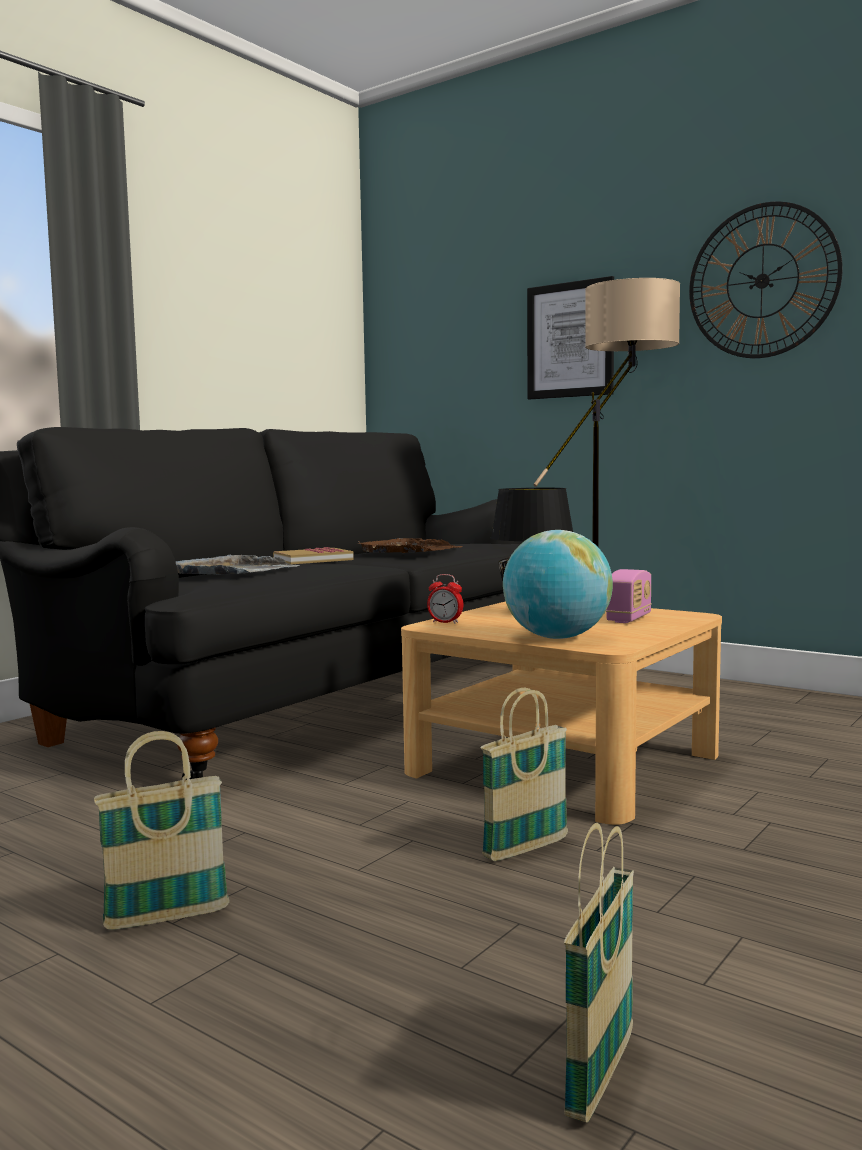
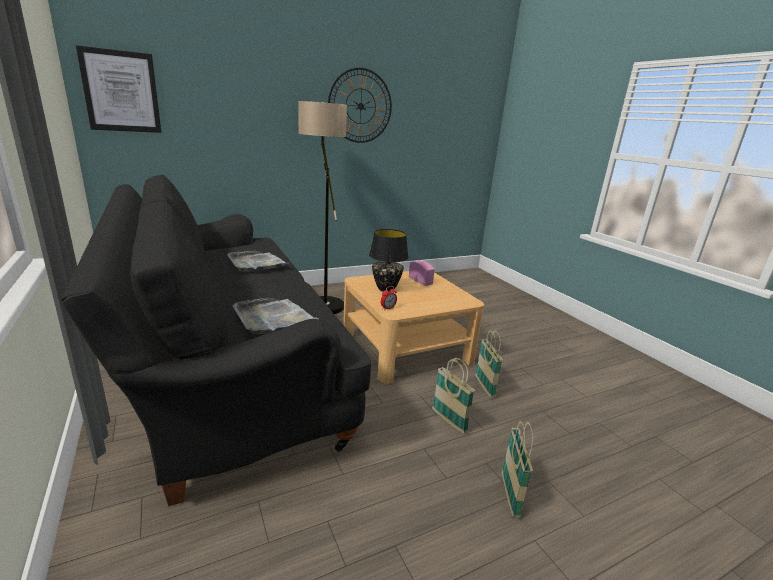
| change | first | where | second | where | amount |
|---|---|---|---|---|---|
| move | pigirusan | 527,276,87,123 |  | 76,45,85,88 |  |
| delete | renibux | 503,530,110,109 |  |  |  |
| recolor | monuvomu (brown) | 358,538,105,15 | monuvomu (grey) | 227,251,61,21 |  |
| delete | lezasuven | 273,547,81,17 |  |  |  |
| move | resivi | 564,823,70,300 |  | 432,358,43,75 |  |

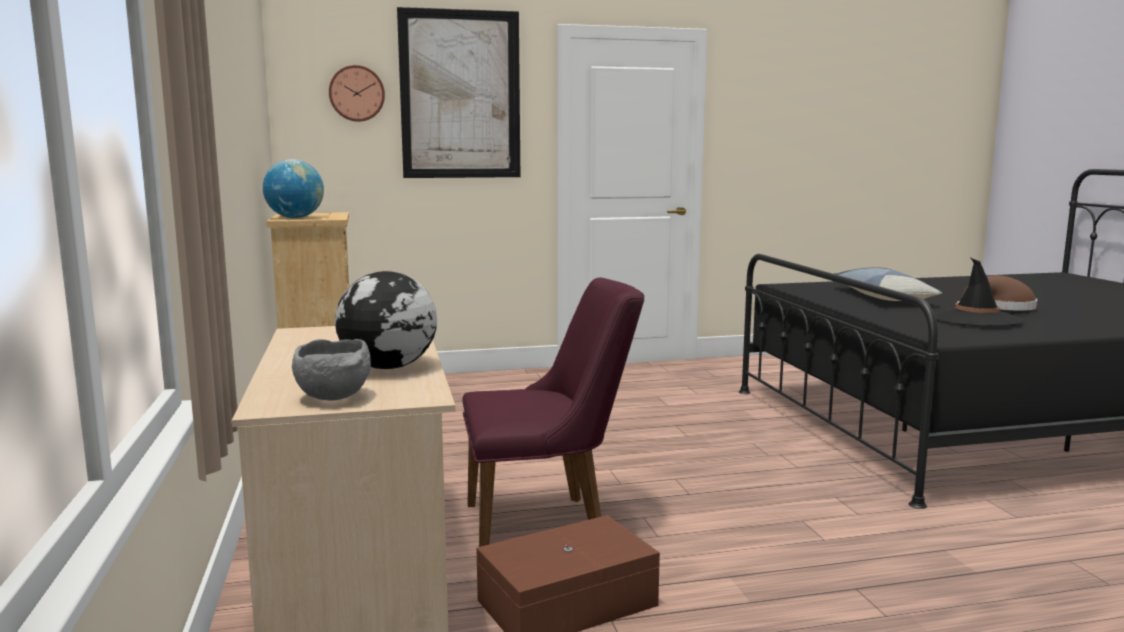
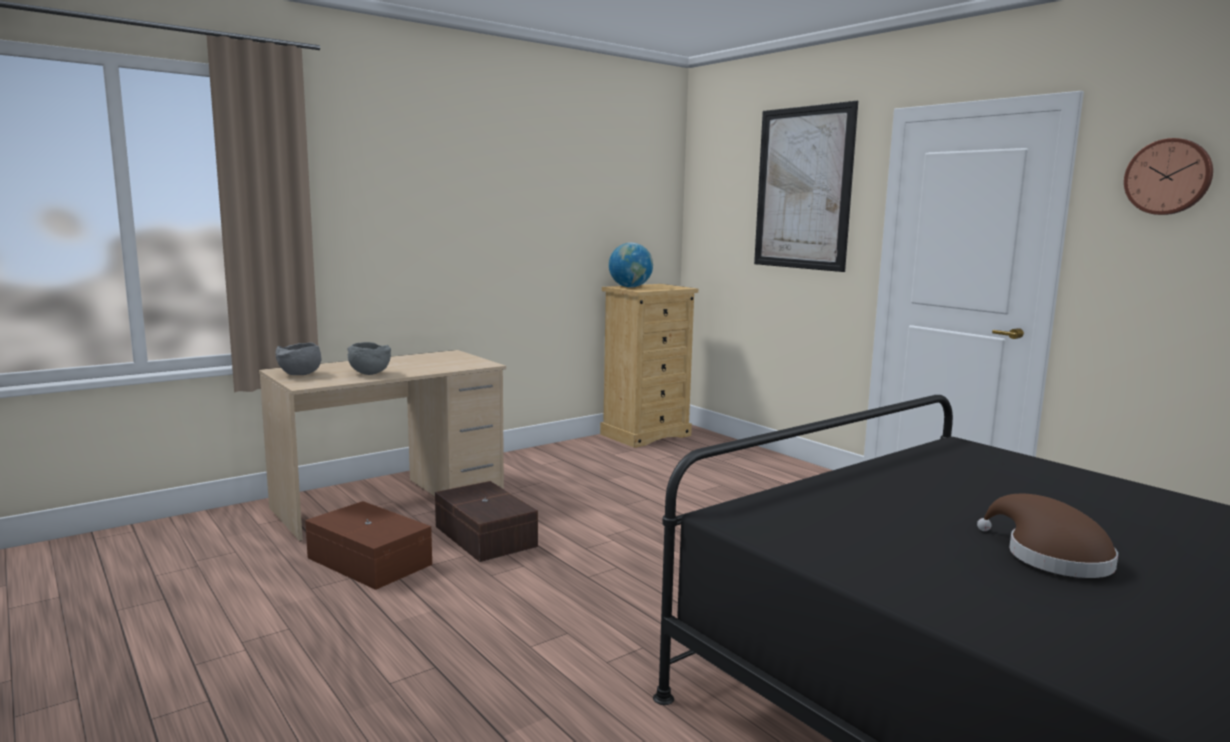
| change | first | where | second | where | amount |
|---|---|---|---|---|---|
| move | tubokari | 329,65,56,57 |  | 1124,138,89,77 |  |
| delete | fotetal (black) | 934,258,90,68 |  |  |  |
| delete | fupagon | 834,267,108,34 |  |  |  |
| replace | renibux | 335,271,102,98 | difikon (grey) | 347,342,44,33 |  |
| replace | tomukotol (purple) | 462,277,182,270 | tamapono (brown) | 435,481,103,81 |  |

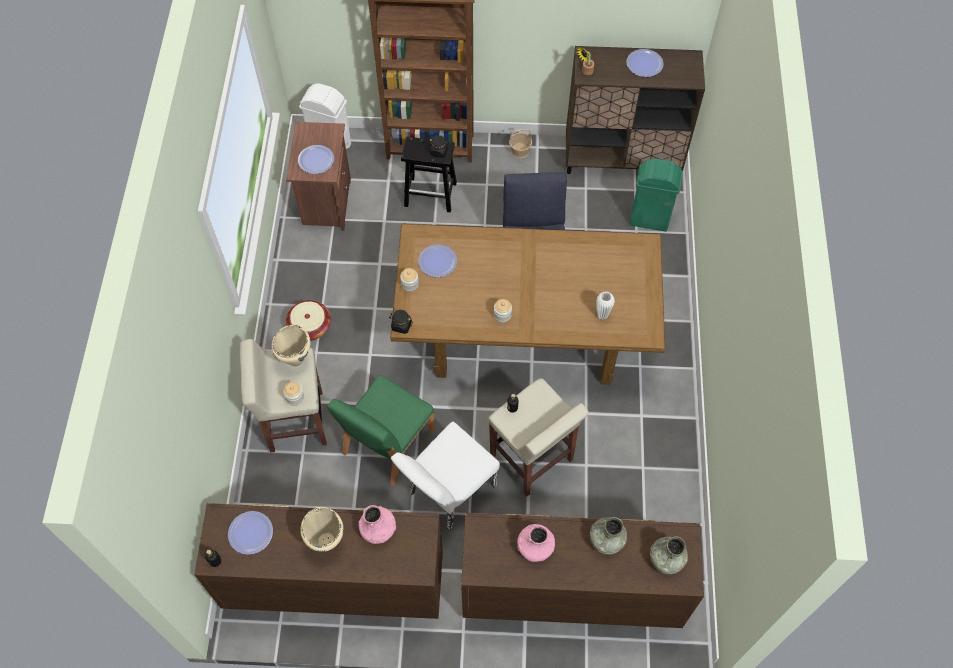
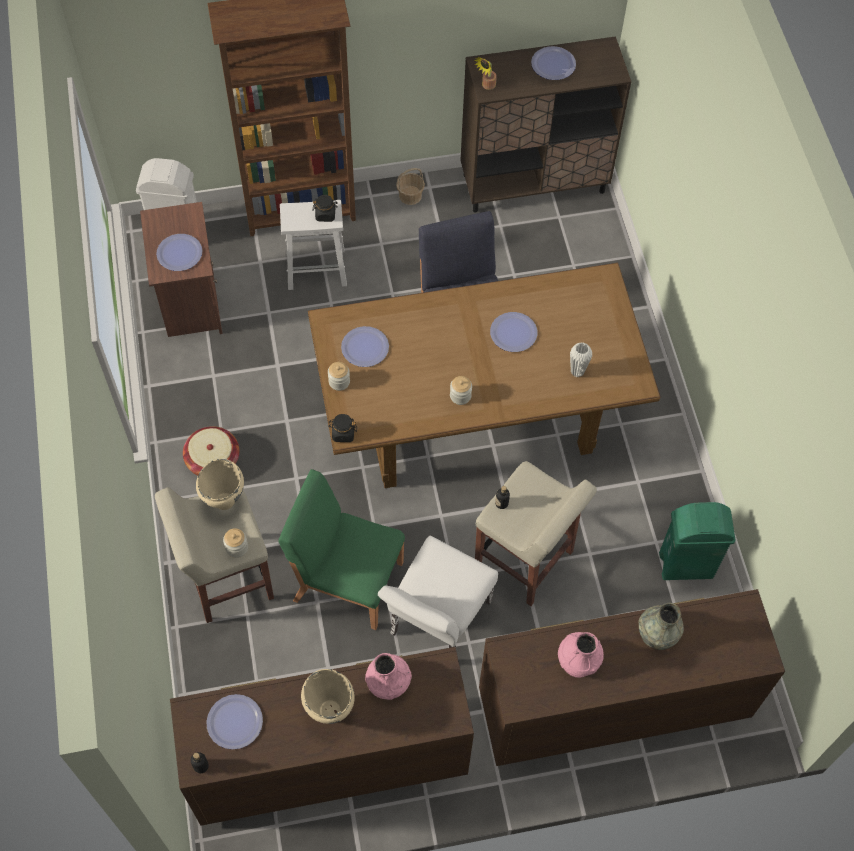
| change | first | where | second | where | amount |
|---|---|---|---|---|---|
| recolor | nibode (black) | 401,137,56,76 | nibode (white) | 280,200,67,90 |  |
| move | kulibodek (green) | 630,159,53,72 |  | 659,502,77,78 |  |
| rotate | tomukotol (green) | 327,375,108,112 |  | 279,469,126,161 | 90 degrees clockwise |
| delete | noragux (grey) | 650,536,38,39 |  |  |  |
| insert |  |  | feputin | 490,312,48,40 |  |

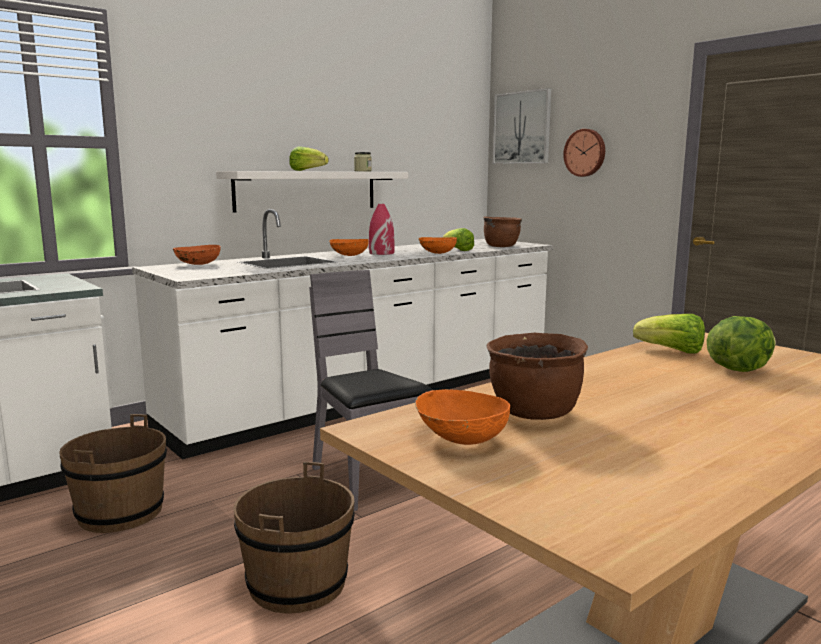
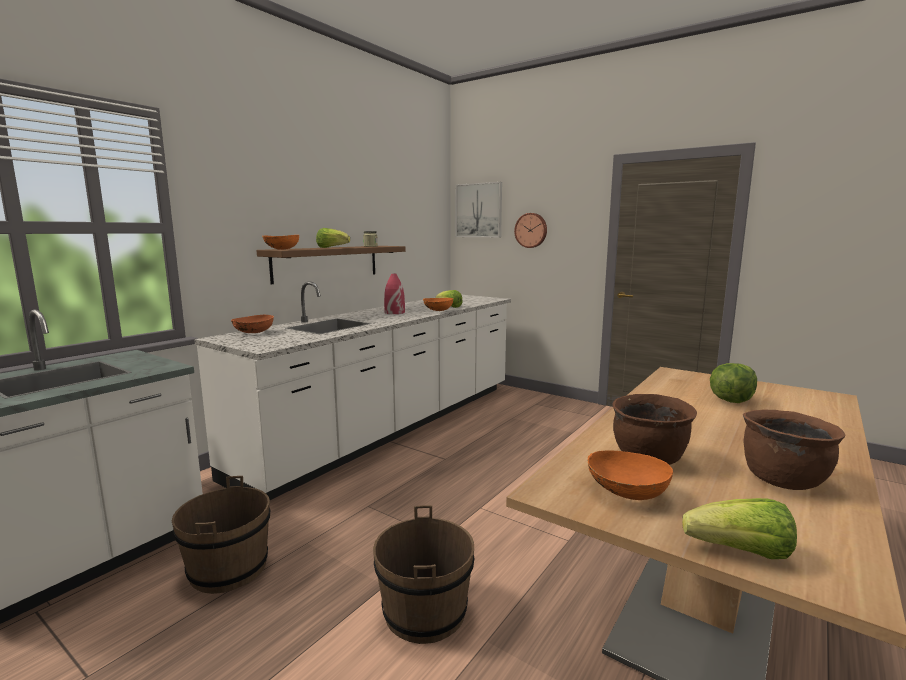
| change | first | where | second | where | amount |
|---|---|---|---|---|---|
| recolor | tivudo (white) | 216,171,192,42 | tivudo (brown) | 257,246,148,38 |  |
| move | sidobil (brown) | 483,217,39,30 |  | 743,410,102,80 |  |
| move | difikon (orange) | 329,239,40,17 |  | 262,235,37,15 |  |
| delete | tomukotol (grey) | 309,270,124,241 |  |  |  |
| move | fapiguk | 633,314,72,40 |  | 682,498,115,61 |  |

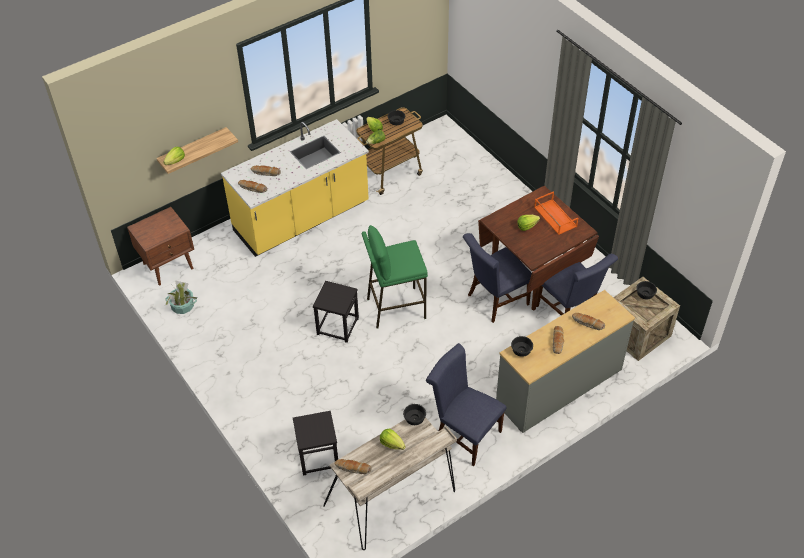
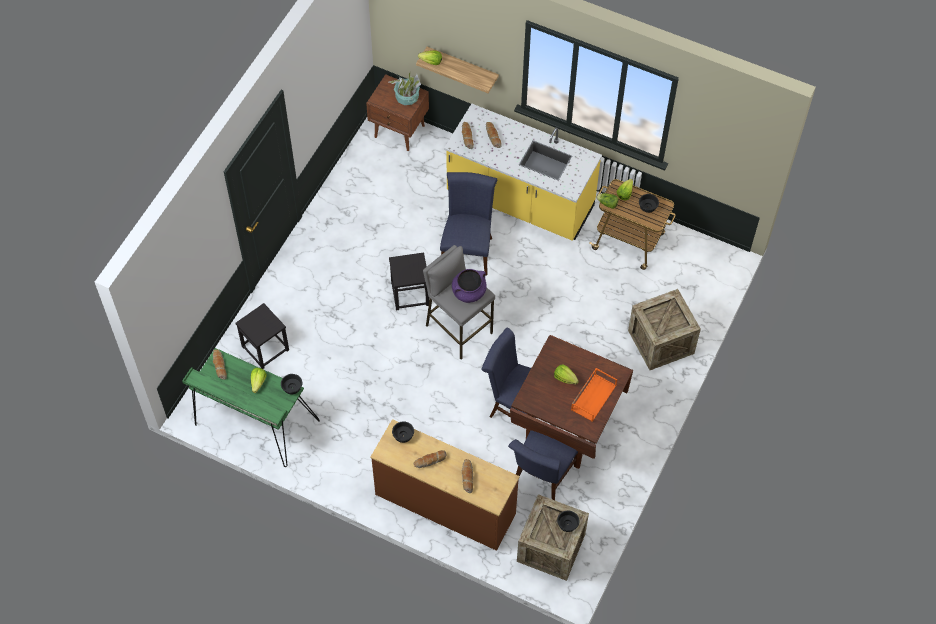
| change | first | where | second | where | amount |
|---|---|---|---|---|---|
| recolor | nibode (green) | 362,225,66,104 | nibode (grey) | 423,245,72,114 |  |
| move | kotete | 165,281,32,33 |  | 389,72,32,33 |  |
| recolor | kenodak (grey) | 496,290,139,143 | kenodak (brown) | 371,419,149,132 |  |
| move | tomukotol (blue) | 426,343,80,123 |  | 440,172,57,104 |  |
| recolor | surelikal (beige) | 323,417,134,133 | surelikal (green) | 182,348,138,119 |  |
| insert |  |  | sidobil (purple) | 452,269,35,34 |  |
| insert |  |  | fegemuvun | 628,289,73,81 |  |

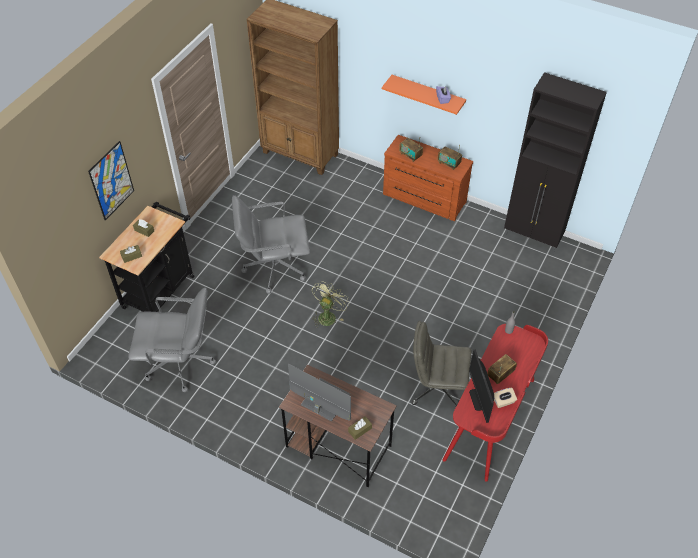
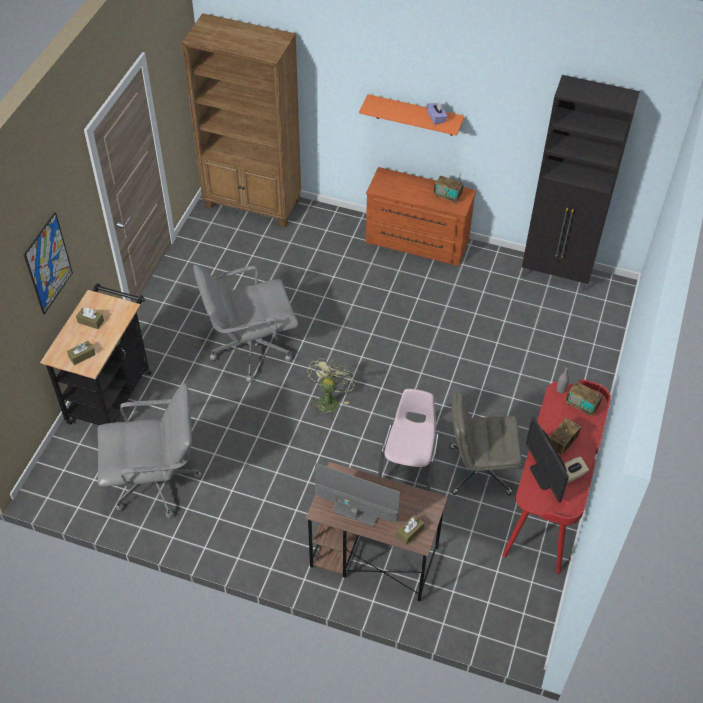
| change | first | where | second | where | amount |
|---|---|---|---|---|---|
| move | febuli | 399,138,24,24 |  | 566,382,37,34 |  |
| insert |  |  | tomukotol (pink) | 378,389,61,102 |  |

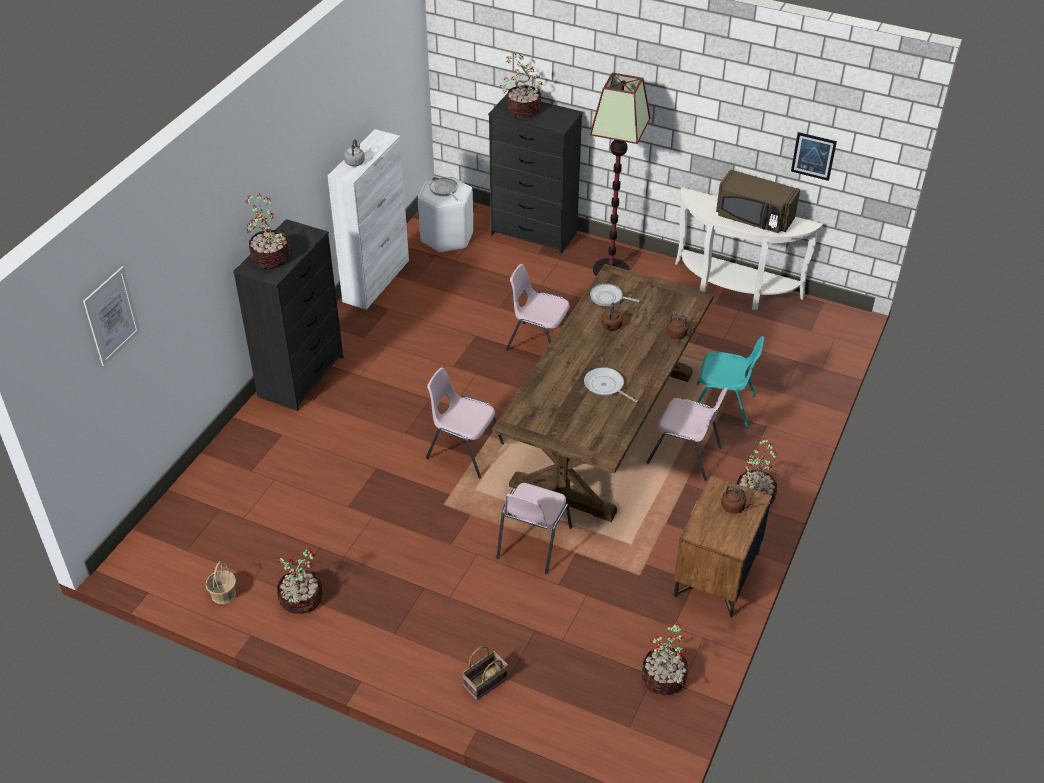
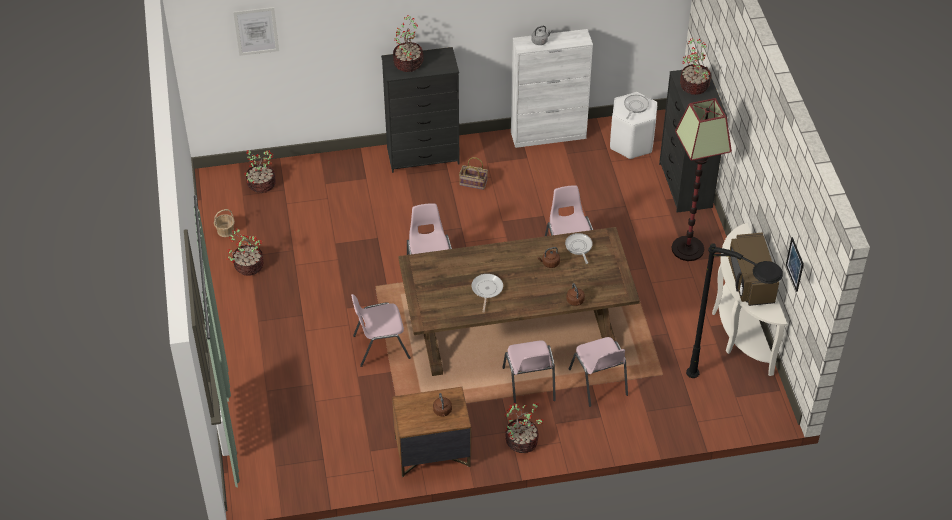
| change | first | where | second | where | amount |
|---|---|---|---|---|---|
| recolor | tomukotol (turquoise) | 697,336,67,92 | tomukotol (pink) | 569,337,59,70 |  |
| move | kotete | 641,621,47,74 |  | 244,150,32,43 |  |
| move | resivi | 462,646,46,54 |  | 459,157,29,33 |  |
| insert |  |  | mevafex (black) | 686,243,97,135 |  |

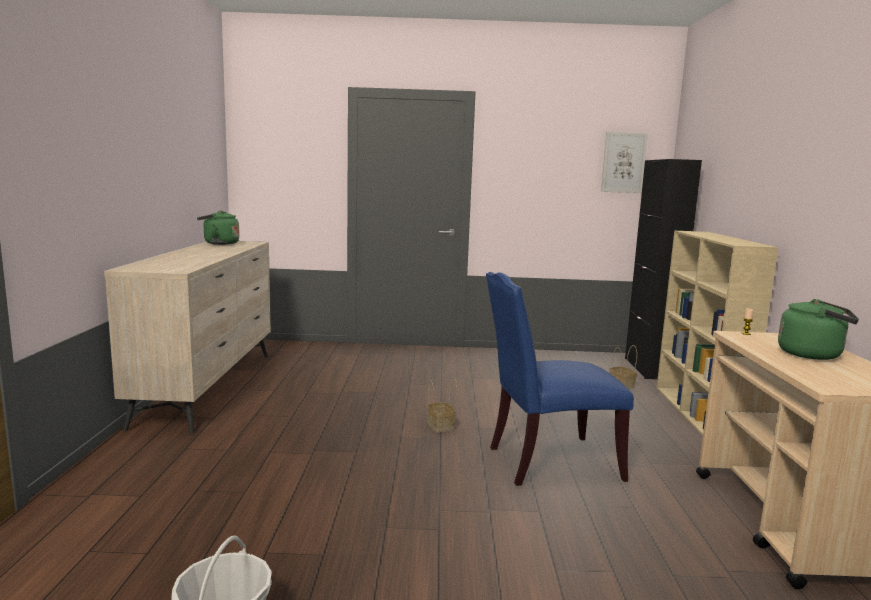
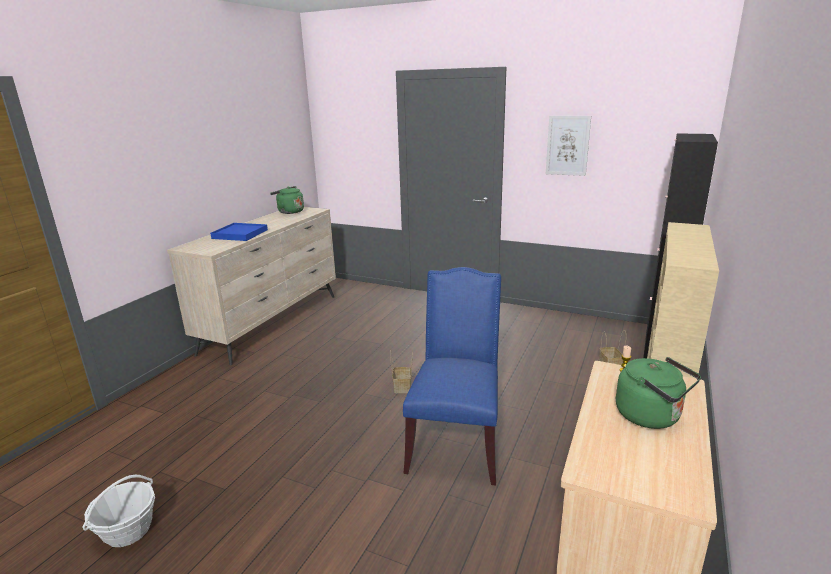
| change | first | where | second | where | amount |
|---|---|---|---|---|---|
| move | pigirusan | 601,132,47,61 |  | 546,116,45,60 |  |
| rotate | tomukotol (blue) | 486,272,148,214 |  | 403,267,98,219 | 90 degrees clockwise |
| insert |  |  | monuvomu (blue) | 210,223,58,18 |  |

